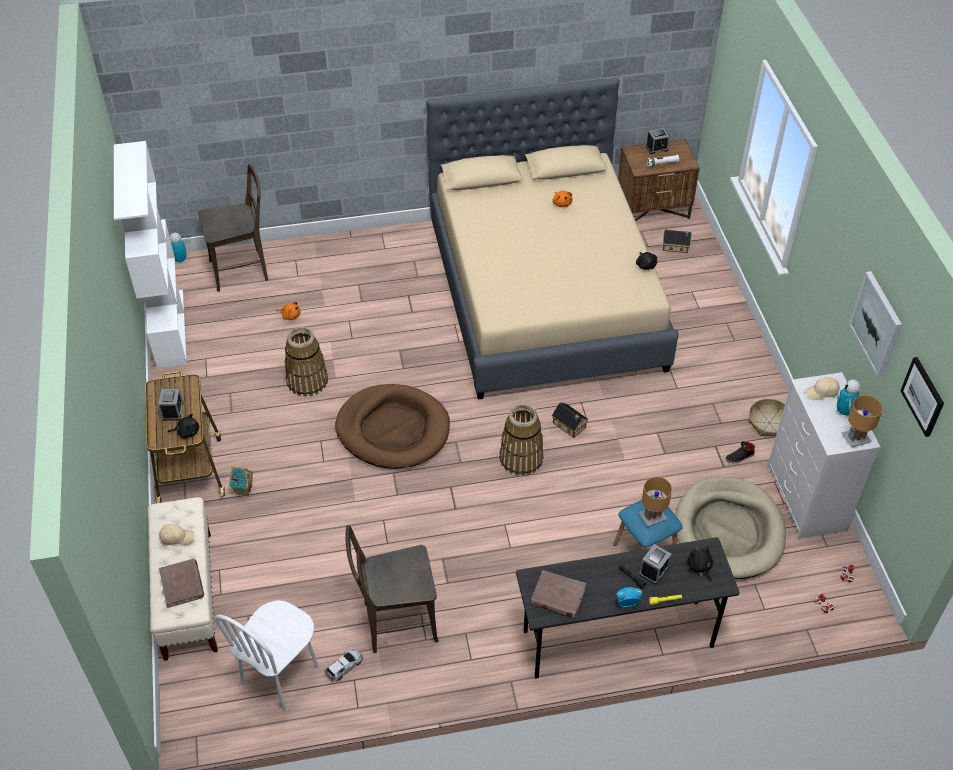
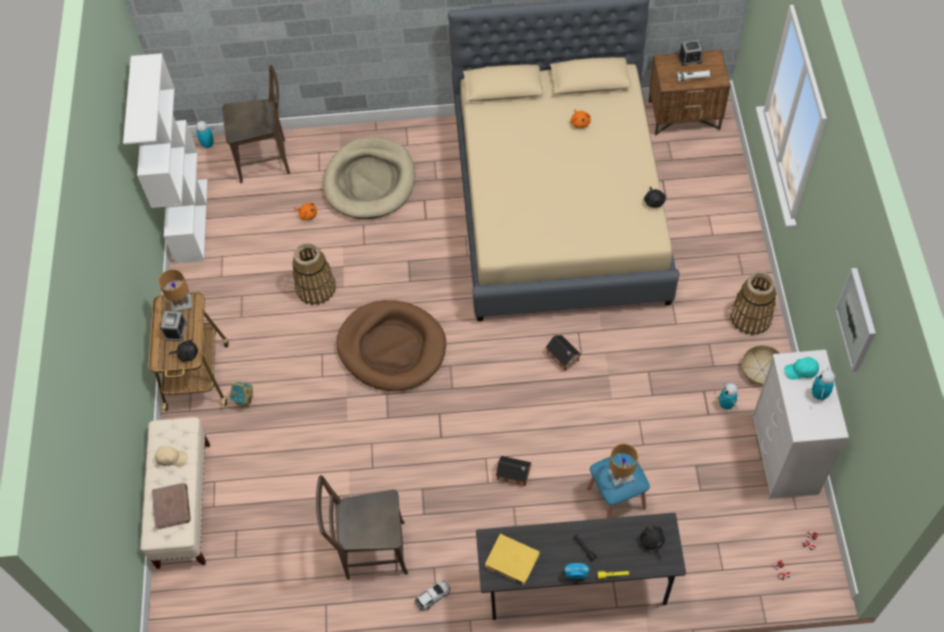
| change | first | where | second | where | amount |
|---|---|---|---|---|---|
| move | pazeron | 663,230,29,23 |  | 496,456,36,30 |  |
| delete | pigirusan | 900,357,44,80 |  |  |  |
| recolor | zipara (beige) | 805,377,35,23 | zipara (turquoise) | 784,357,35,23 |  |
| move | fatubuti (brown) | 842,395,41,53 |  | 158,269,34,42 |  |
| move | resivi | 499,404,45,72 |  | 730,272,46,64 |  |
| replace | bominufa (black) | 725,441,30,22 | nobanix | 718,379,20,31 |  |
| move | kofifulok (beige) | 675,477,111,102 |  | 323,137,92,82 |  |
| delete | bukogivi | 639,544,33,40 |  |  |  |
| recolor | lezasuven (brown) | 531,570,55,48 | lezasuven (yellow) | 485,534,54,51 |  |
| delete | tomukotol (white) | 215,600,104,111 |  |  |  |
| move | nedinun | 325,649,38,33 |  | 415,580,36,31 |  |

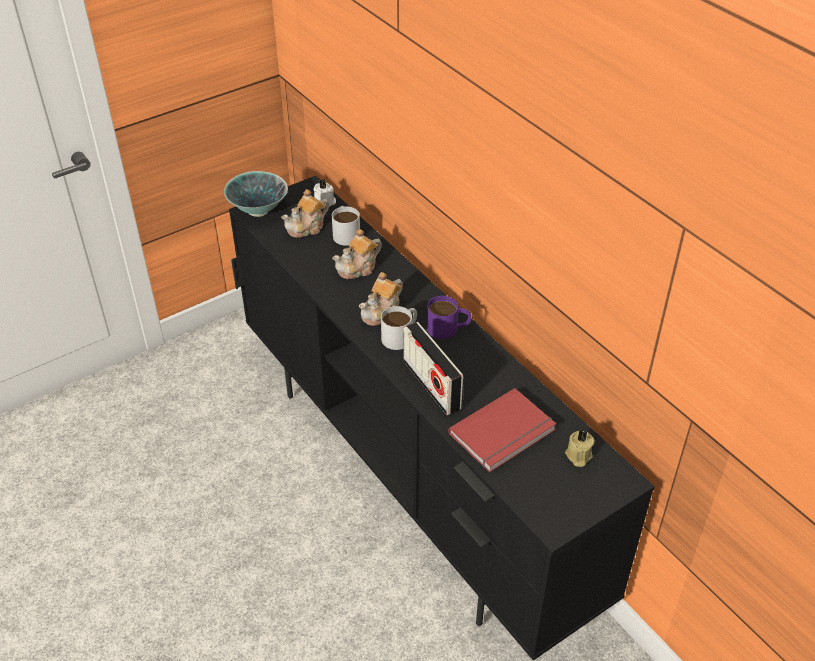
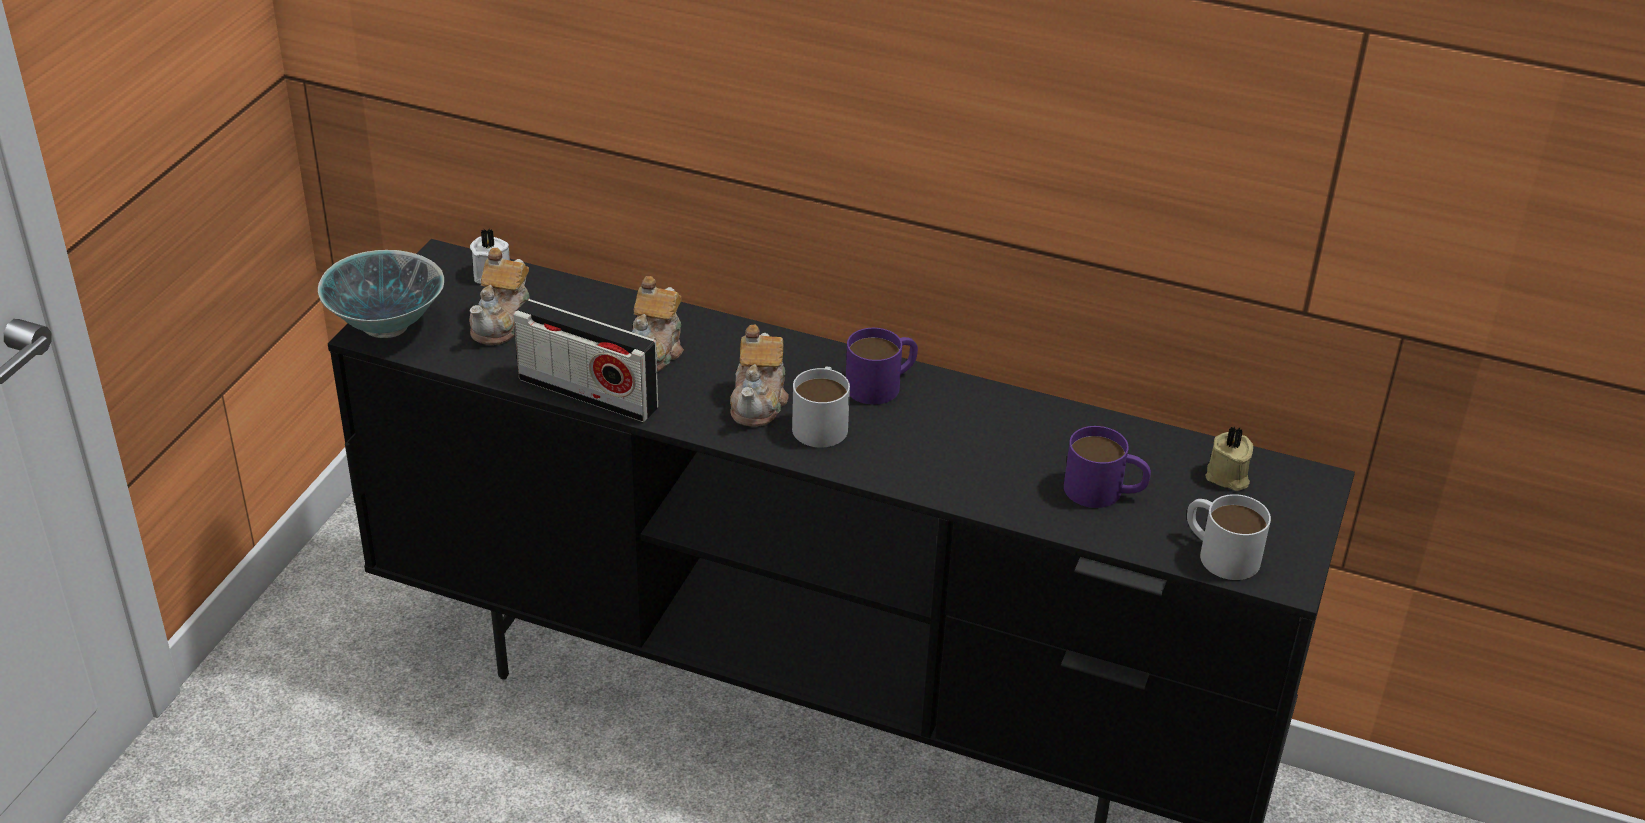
| change | first | where | second | where | amount |
|---|---|---|---|---|---|
| move | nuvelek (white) | 332,206,28,40 |  | 1187,494,84,86 |  |
| move | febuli | 403,322,61,93 |  | 513,299,145,123 |  |
| replace | lezasuven (red) | 448,388,108,84 | nuvelek (purple) | 1064,426,87,82 |  |

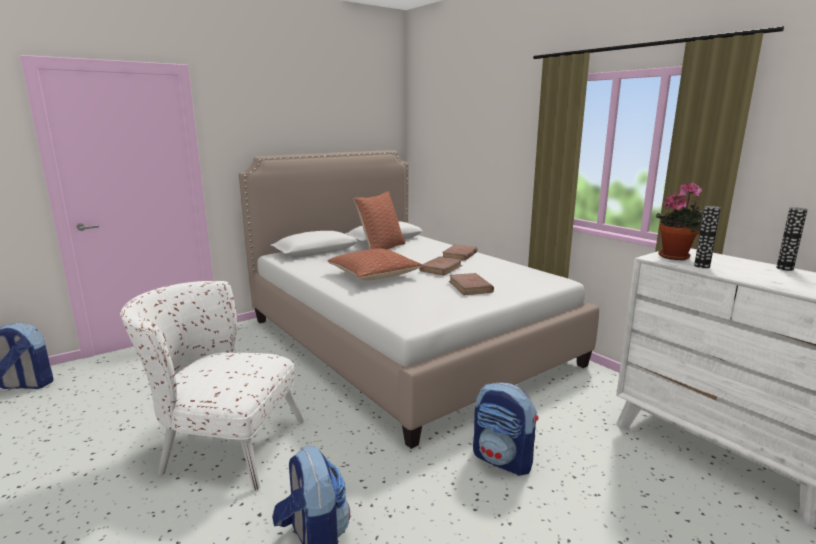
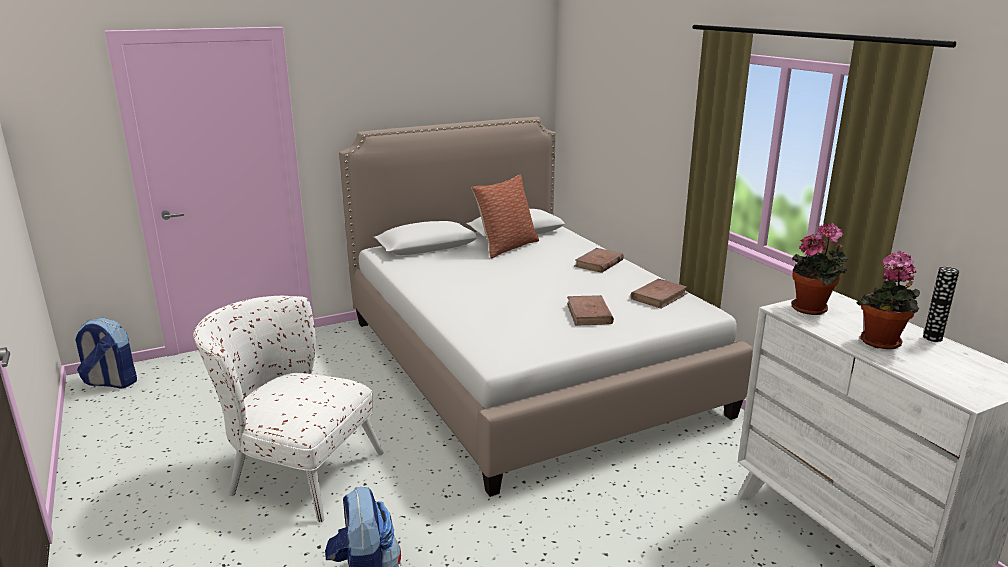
| change | first | where | second | where | amount |
|---|---|---|---|---|---|
| delete | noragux | 694,206,27,62 |  |  |  |
| delete | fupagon | 328,249,95,32 |  |  |  |
| move | lezasuven (brown) | 419,256,44,20 |  | 631,279,57,29 |  |
| delete | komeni | 473,382,65,94 |  |  |  |
| insert |  |  | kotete | 857,251,63,99 |  |

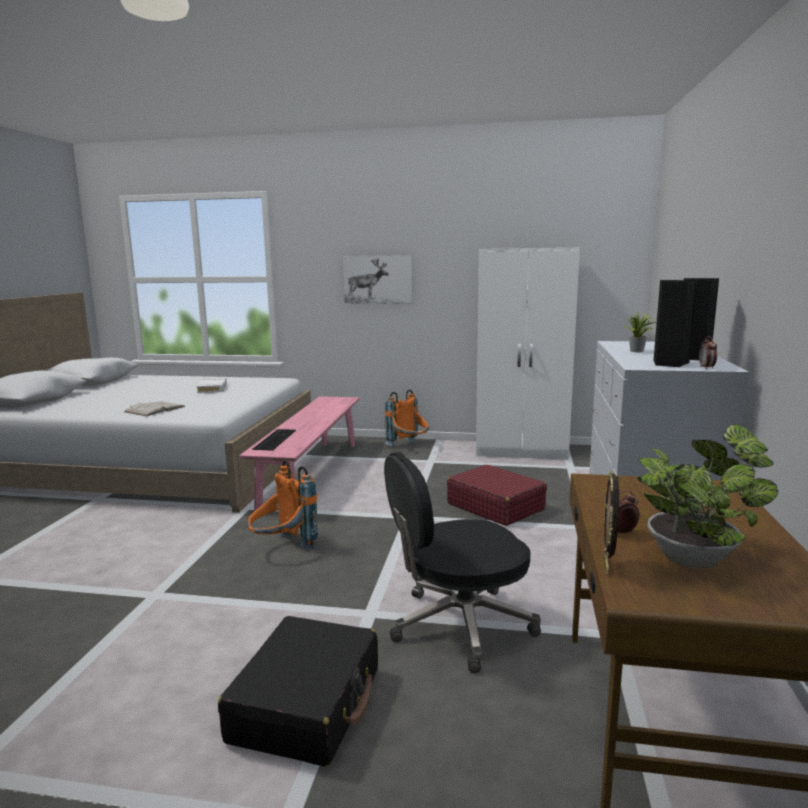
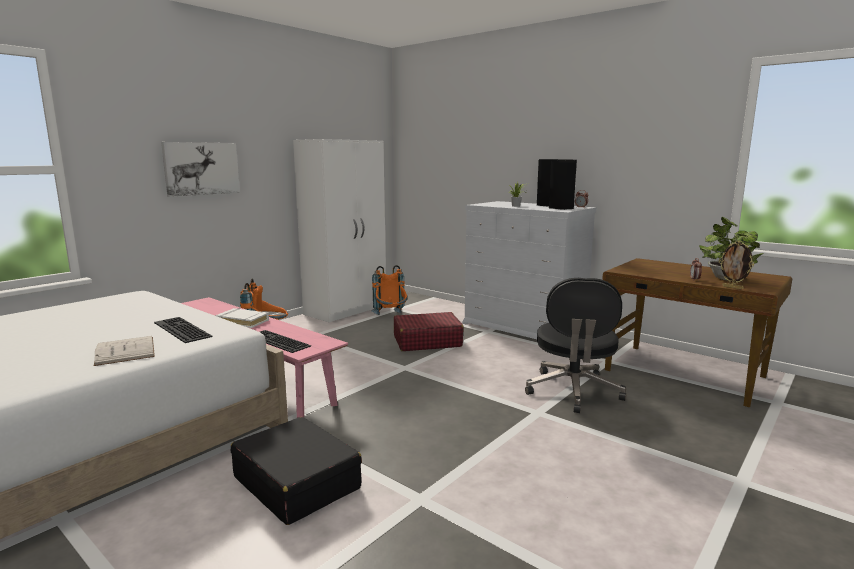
| change | first | where | second | where | amount |
|---|---|---|---|---|---|
| move | lezasuven (white) | 196,378,31,15 |  | 215,308,54,20 |  |
| move | komeni (orange) | 247,460,71,90 |  | 372,265,35,50 |  |
| move | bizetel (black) | 218,616,160,151 |  | 231,417,131,108 |  |
| insert |  |  | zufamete | 154,317,59,26 |  |

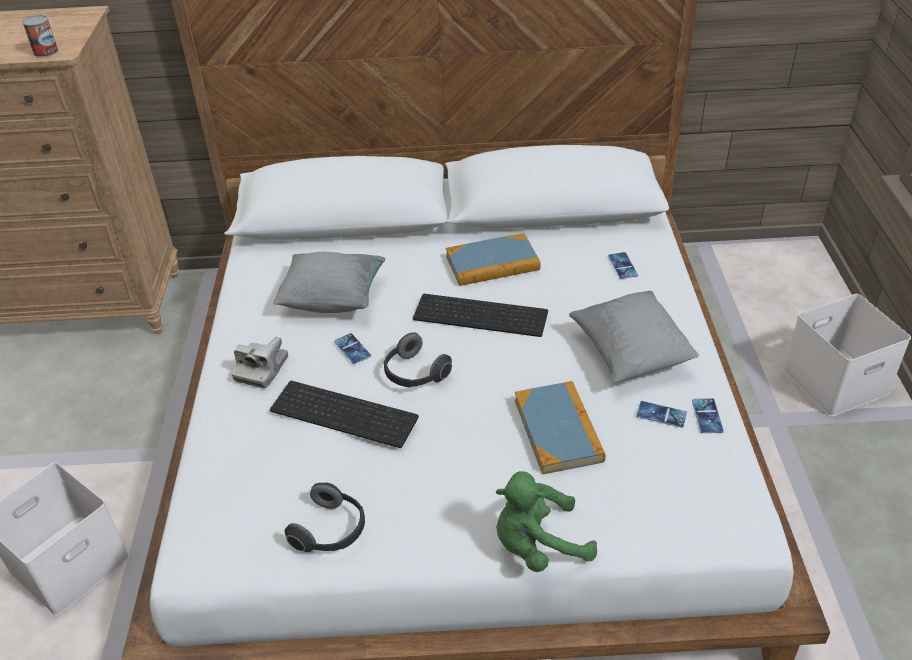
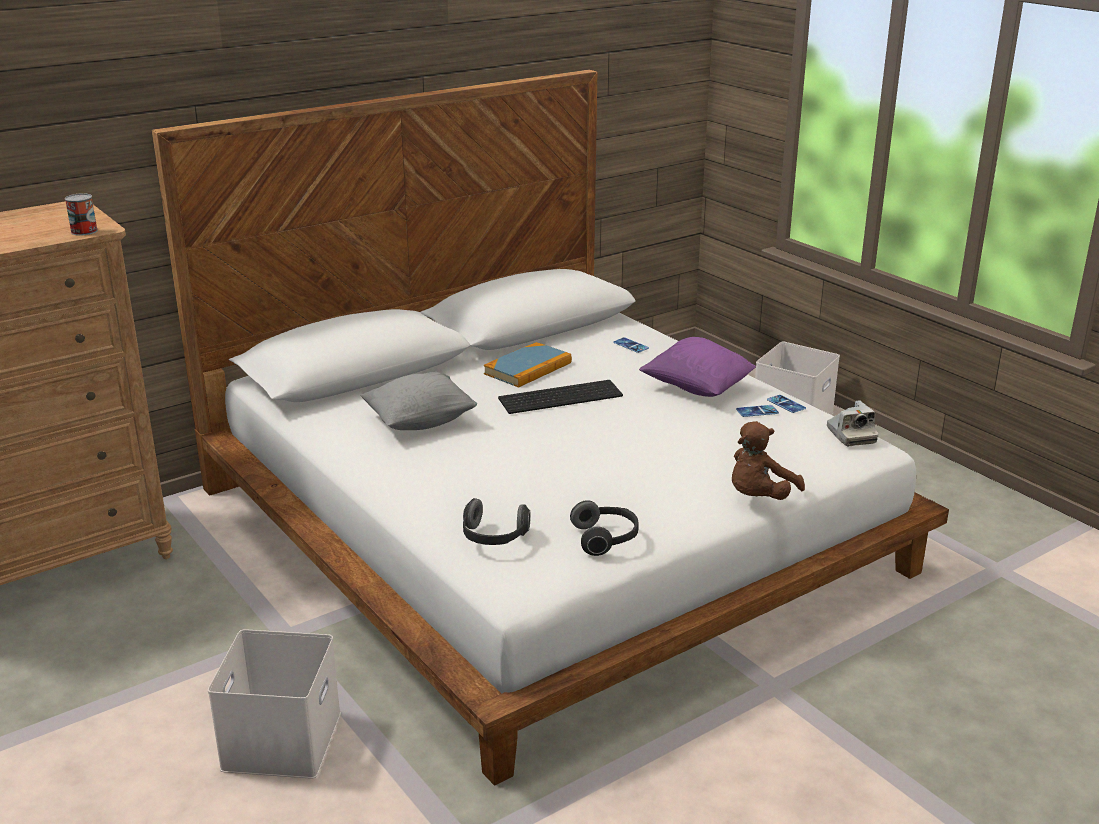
| change | first | where | second | where | amount |
|---|---|---|---|---|---|
| recolor | fupagon (grey) | 569,291,130,91 | fupagon (purple) | 639,337,117,60 |  |
| move | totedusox | 384,332,68,55 |  | 463,498,68,47 |  |
| delete | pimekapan | 334,333,37,31 |  |  |  |
| move | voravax | 232,337,56,51 |  | 827,400,51,46 |  |
| delete | zufamete | 270,381,149,67 |  |  |  |
| delete | lezasuven | 515,381,91,94 |  |  |  |
| recolor | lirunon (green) | 496,471,101,101 | lirunon (brown) | 732,421,73,79 |  |

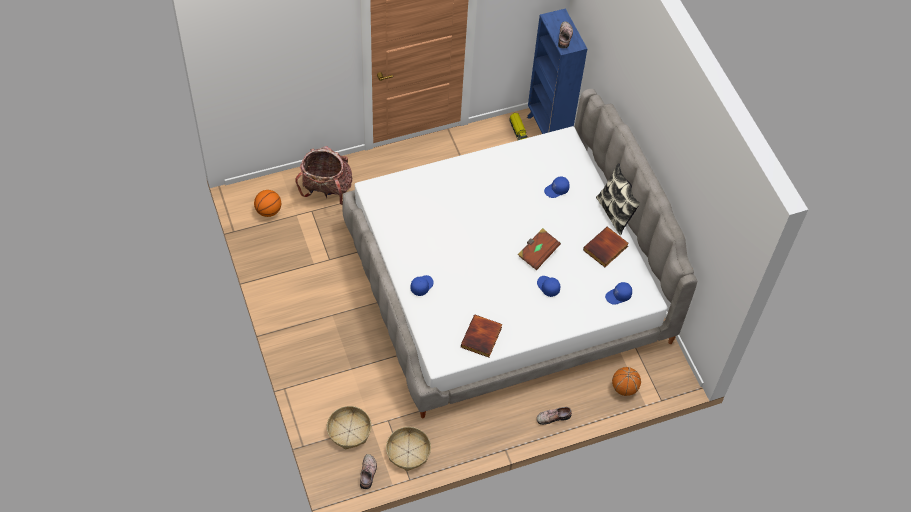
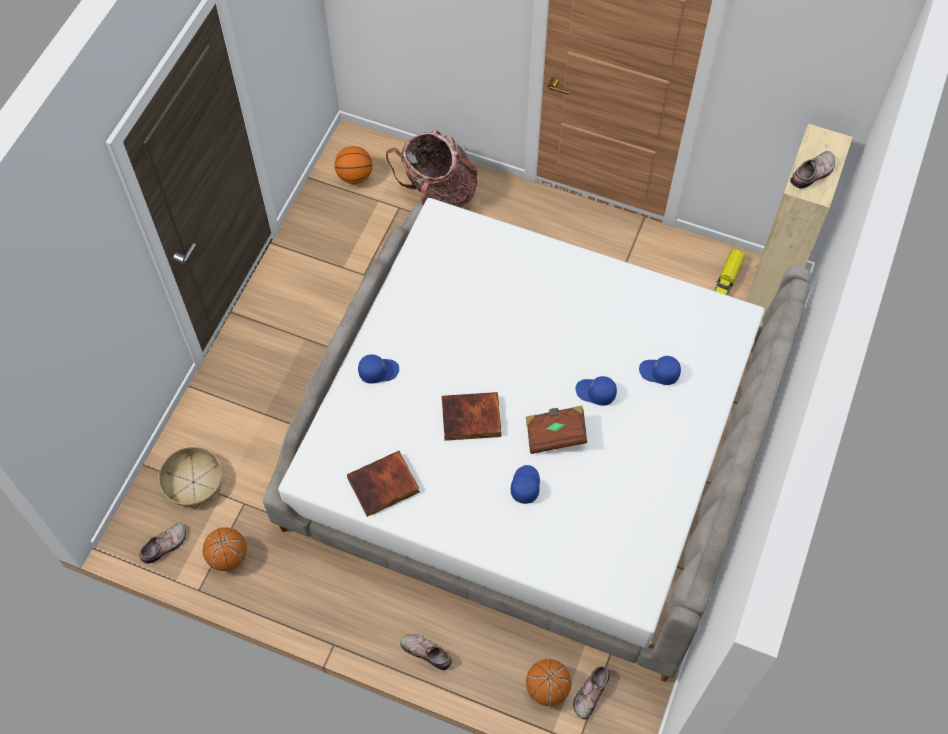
| change | first | where | second | where | amount |
|---|---|---|---|---|---|
| recolor | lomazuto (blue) | 527,8,60,126 | lomazuto (beige) | 746,124,107,198 |  |
| delete | fupagon | 596,163,44,72 |  |  |  |
| move | lezasuven | 583,227,46,40 |  | 442,392,59,49 |  |
| move | zipara (blue) | 605,282,27,23 |  | 575,376,42,30 |  |
| replace | resivi | 386,427,45,44 | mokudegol | 203,528,44,43 |  |
| insert |  |  | bominufa | 573,666,37,53 |  |

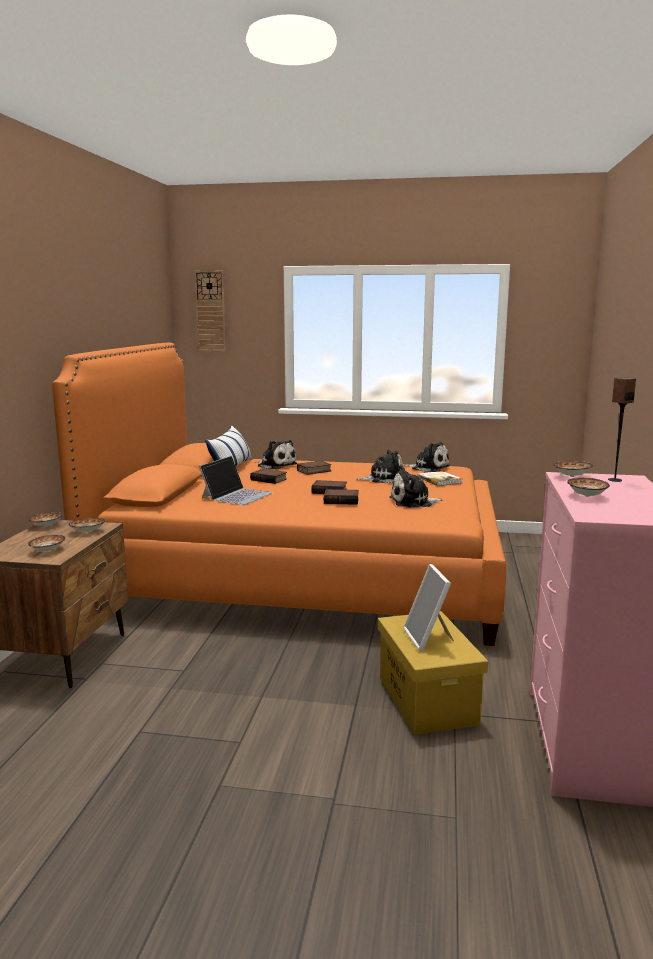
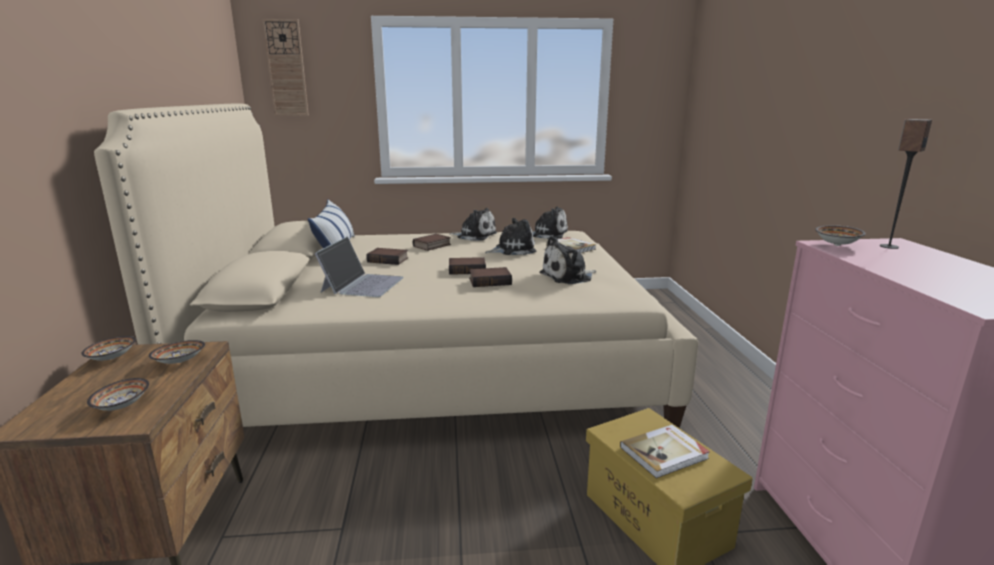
| change | first | where | second | where | amount |
|---|---|---|---|---|---|
| recolor | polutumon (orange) | 52,343,454,303 | polutumon (beige) | 94,104,604,324 |  |
| move | lirunon | 255,440,42,29 |  | 450,208,47,33 |  |
| delete | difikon | 567,478,43,19 |  |  |  |
| replace | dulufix | 404,564,50,87 | lezasuven | 620,425,90,54 |  |

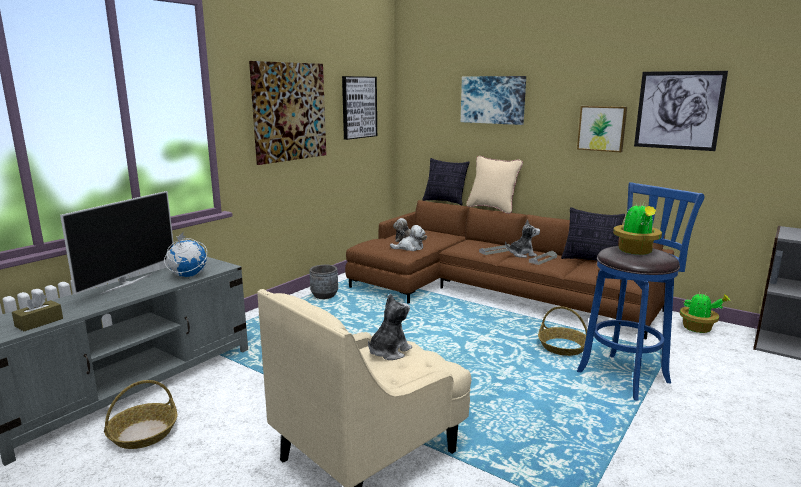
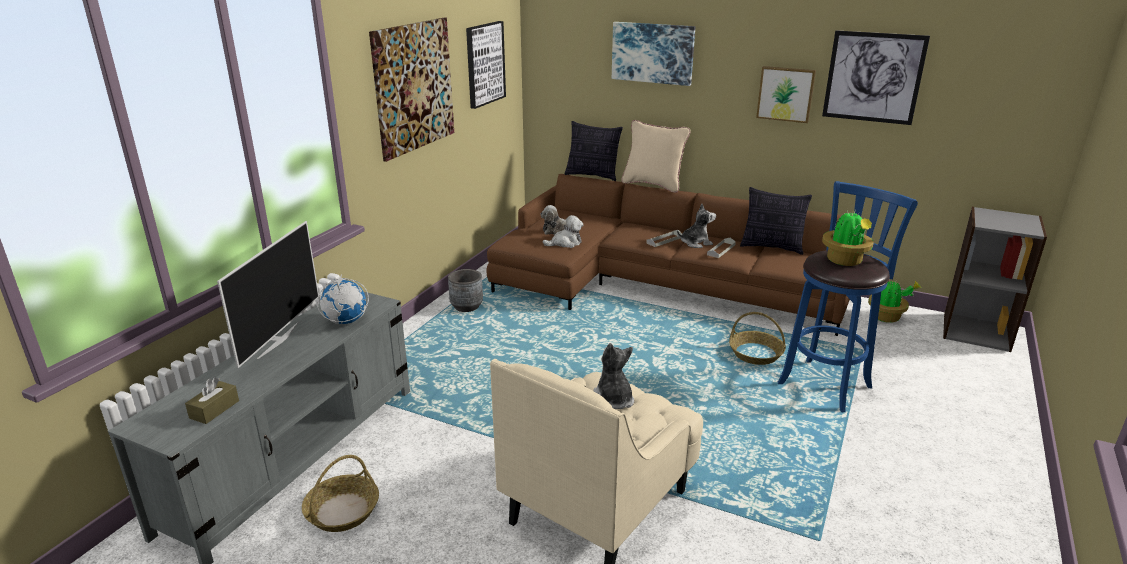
| change | first | where | second | where | amount |
|---|---|---|---|---|---|
| rotate | lirunon | 368,294,44,66 |  | 593,343,41,66 | 45 degrees counterclockwise |

